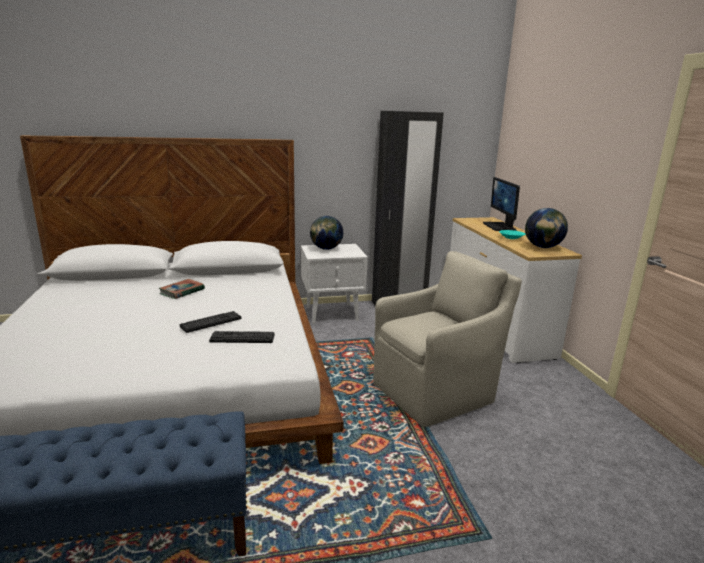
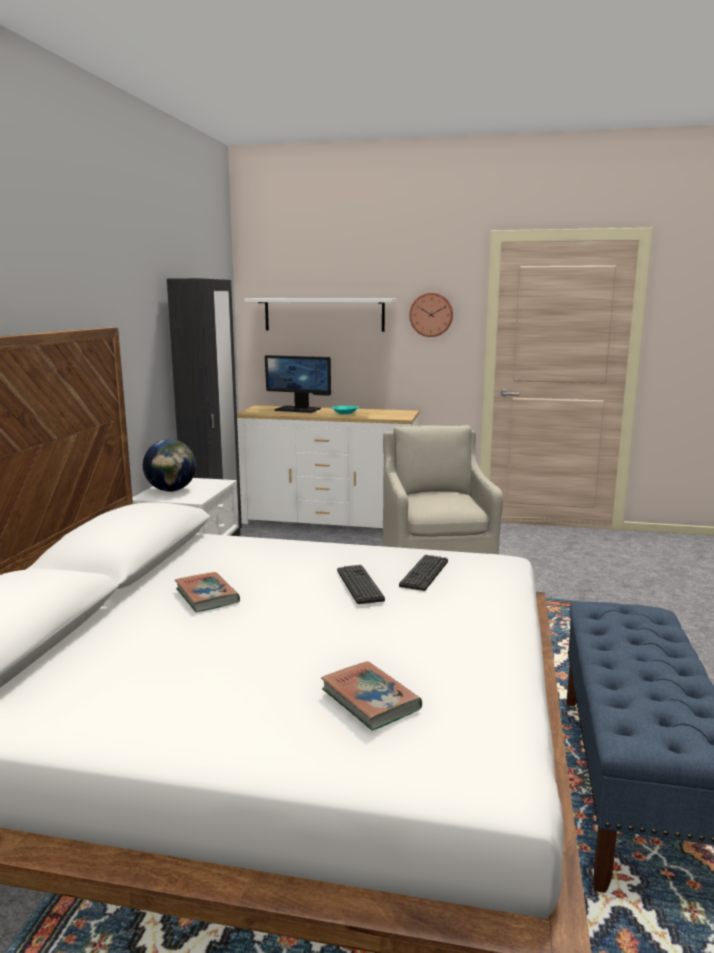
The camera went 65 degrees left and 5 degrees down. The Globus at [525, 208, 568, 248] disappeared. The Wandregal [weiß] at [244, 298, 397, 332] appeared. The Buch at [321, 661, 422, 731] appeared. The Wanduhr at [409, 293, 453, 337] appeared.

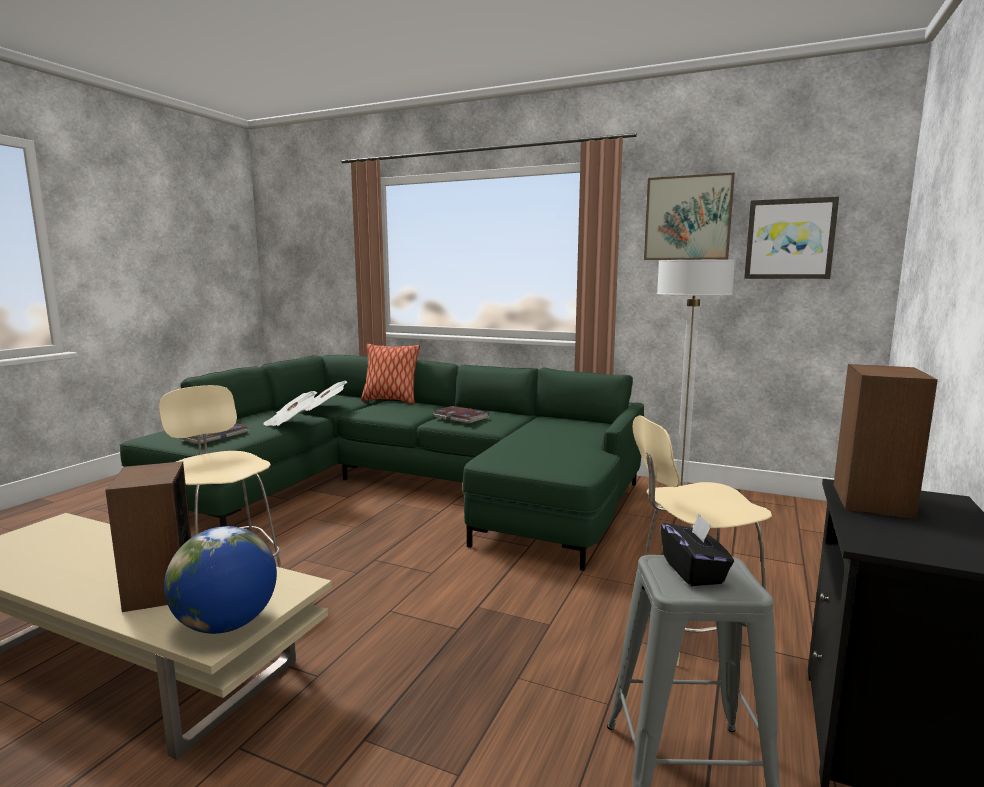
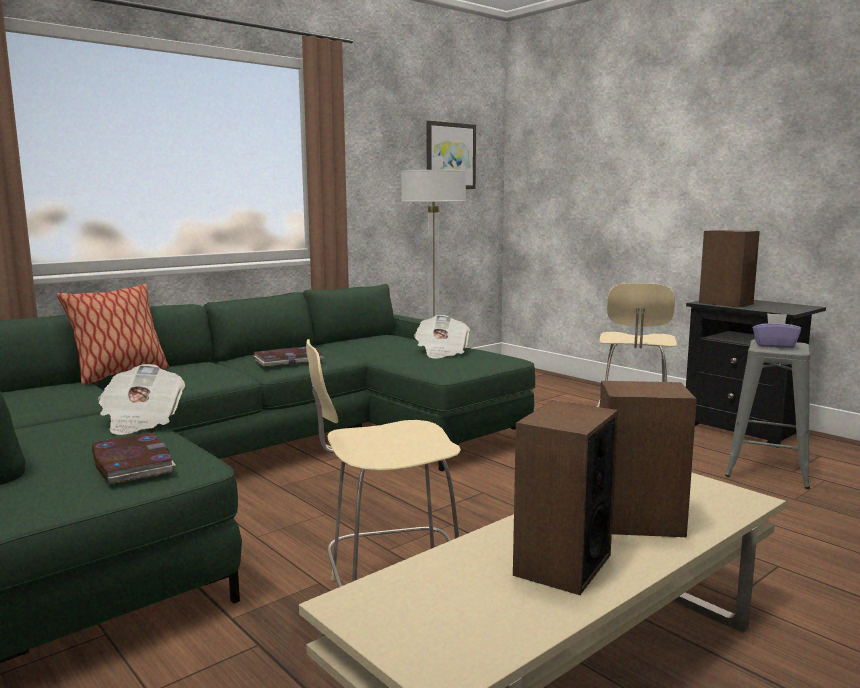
The camera went 65 degrees left and 0 degrees up. The Globus at [164, 526, 277, 634] disappeared. The Zeitung moved from [303, 381, 347, 411] to [414, 315, 470, 358]. The Bild at [644, 173, 735, 260] disappeared. The Taschentuchbox [schwarz] at [661, 514, 734, 586] became the Taschentuchbox [lila] at [753, 313, 801, 348]. The Lautsprecher at [513, 400, 618, 595] appeared.

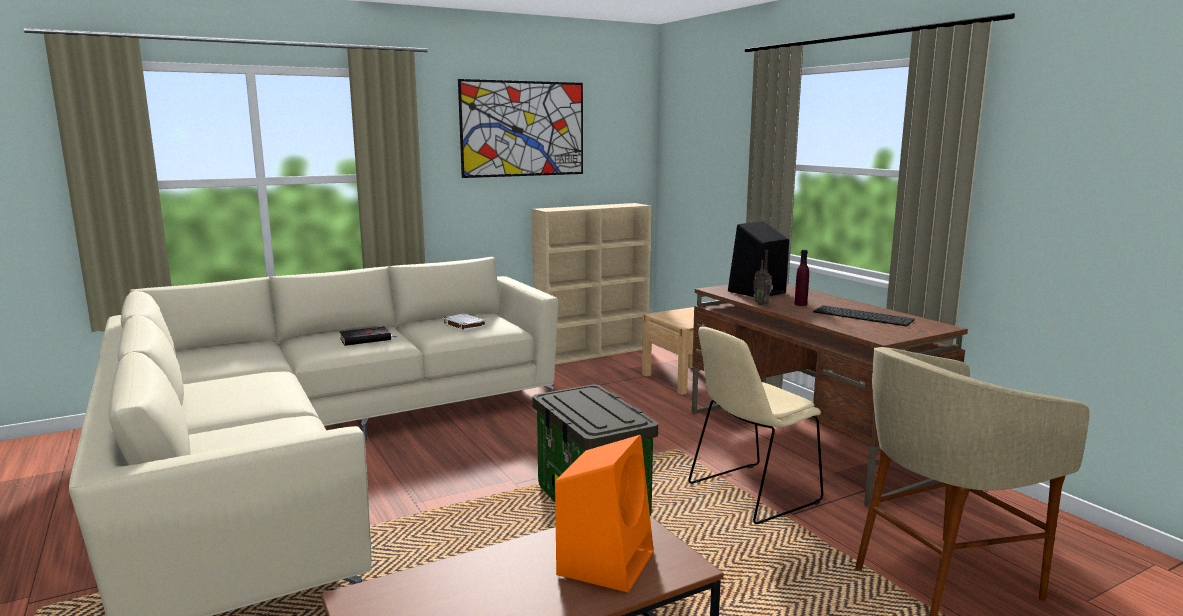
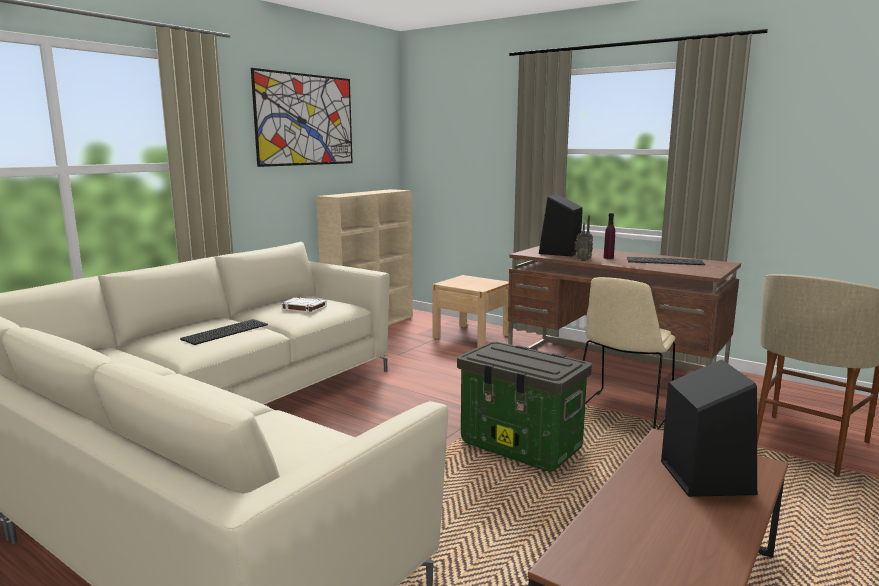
The camera went 25 degrees left and 0 degrees up. The Buch [schwarz] at [340, 326, 397, 346] was replaced by the Tastatur at [180, 319, 268, 345]. The Lautsprecher [orange] at [555, 435, 654, 593] became the Lautsprecher [schwarz] at [661, 359, 757, 497].

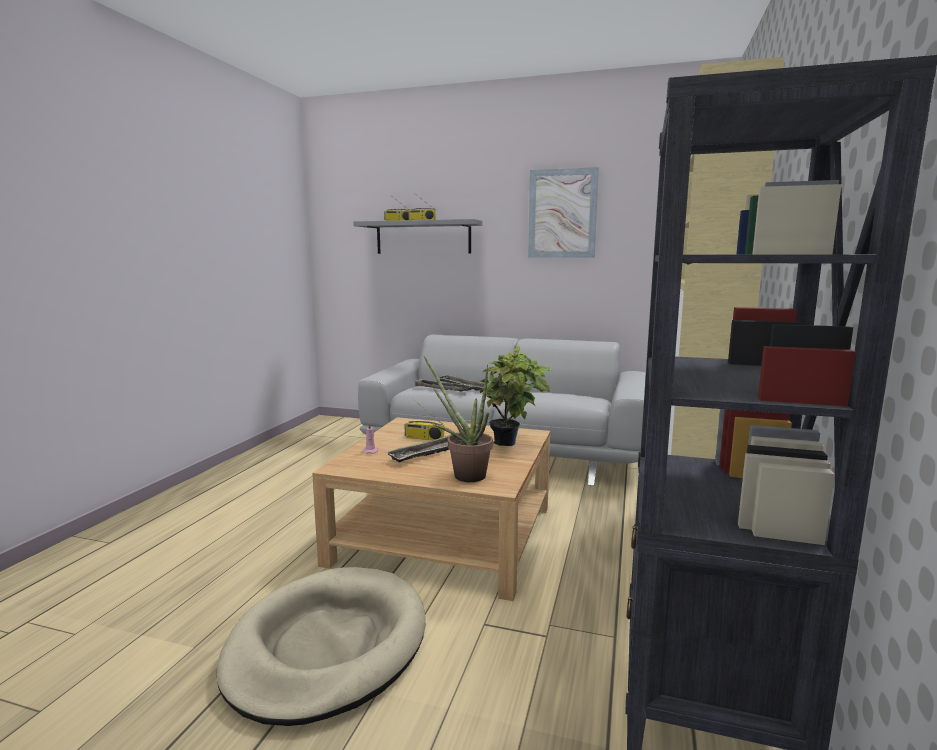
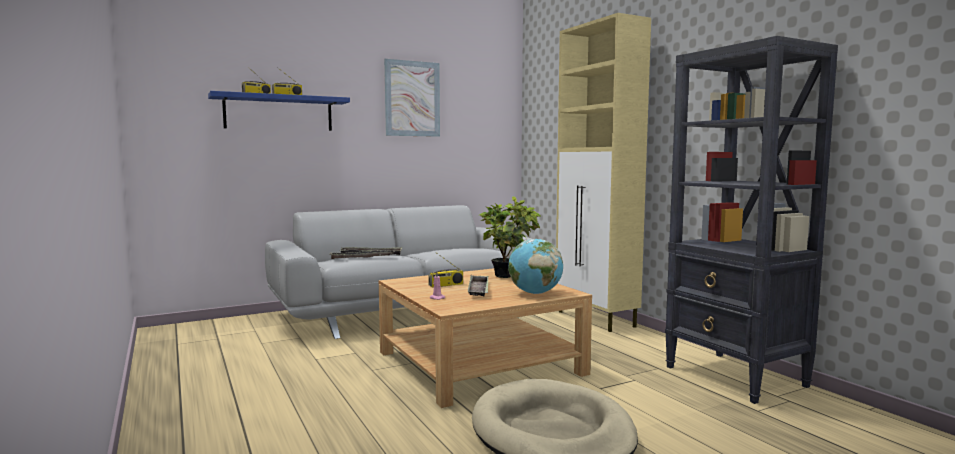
The camera went 45 degrees left and 5 degrees down. The Wandregal [grau] at [353, 219, 483, 254] became the Wandregal [blau] at [208, 91, 350, 131]. The Topfpflanze at [424, 356, 493, 482] was replaced by the Globus at [508, 239, 563, 294].

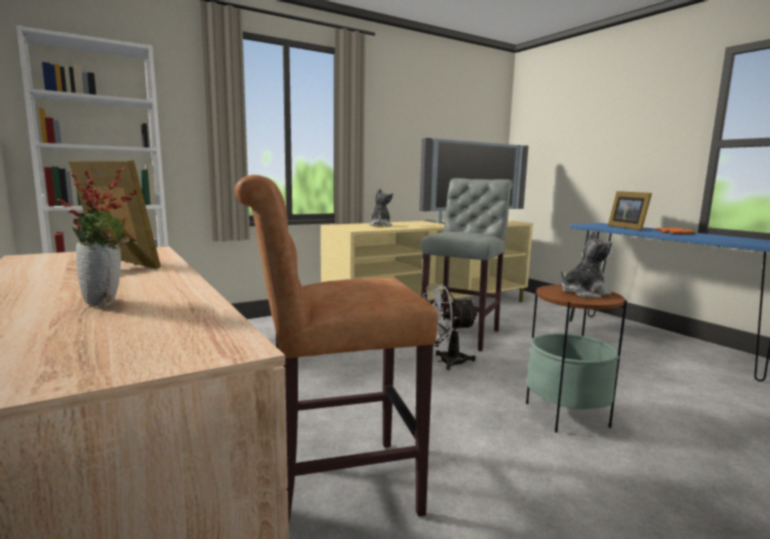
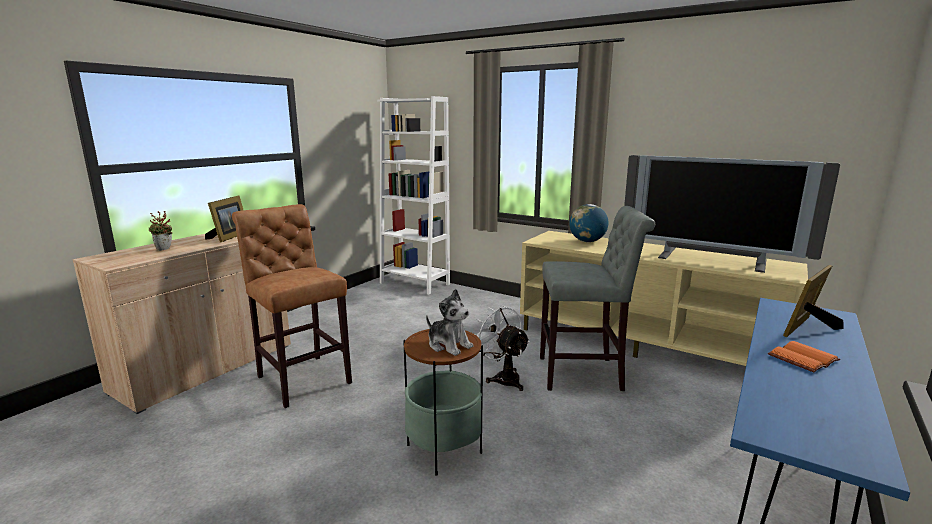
The camera went 65 degrees right and 5 degrees up. The Plüschtier at [369, 188, 393, 226] was replaced by the Globus at [569, 204, 609, 242].

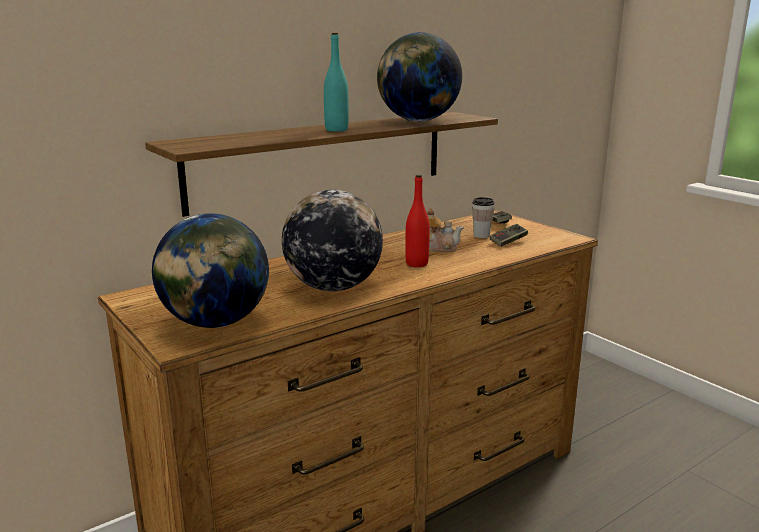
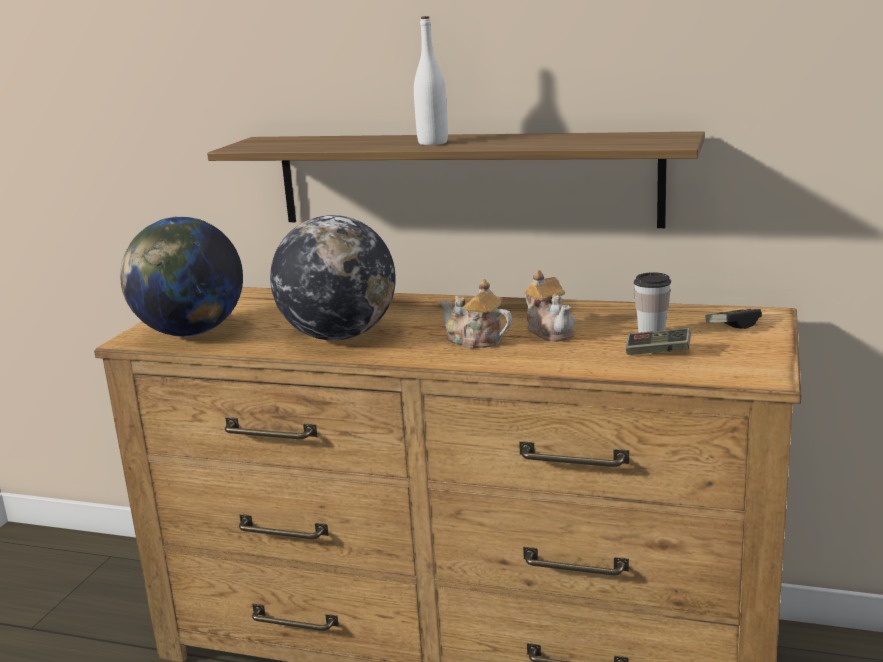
The camera went 55 degrees right and 0 degrees up. The Flasche [türkis] at [324, 33, 349, 132] became the Flasche [weiß] at [414, 16, 448, 145]. The Globus at [377, 32, 462, 122] disappeared. The Flasche [rot] at [405, 175, 430, 267] was replaced by the Teekanne at [440, 279, 512, 349].

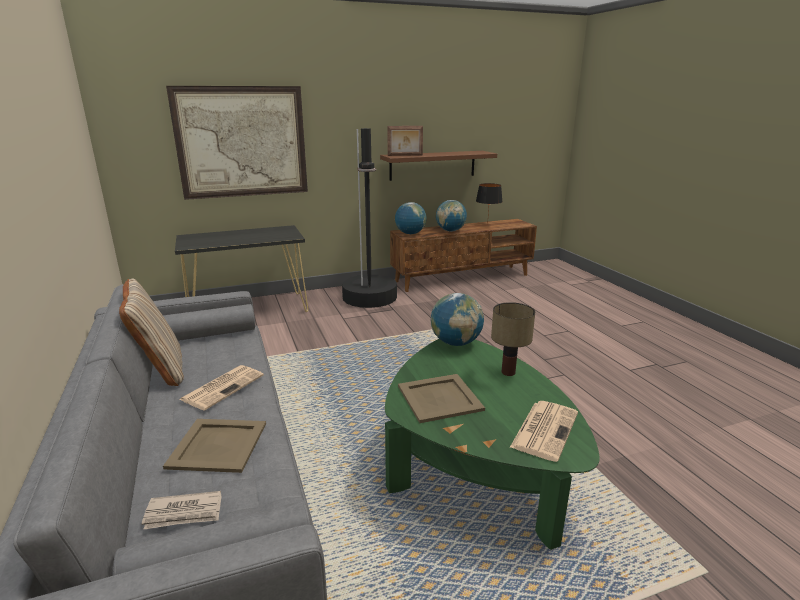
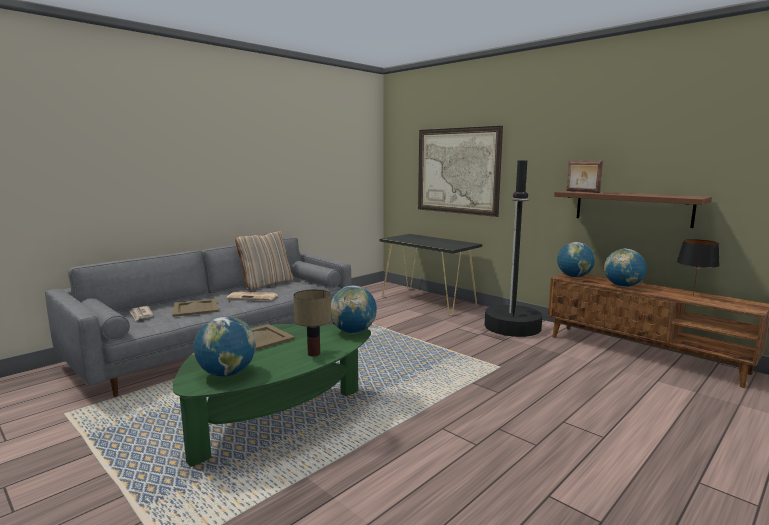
The camera went 65 degrees right and 10 degrees down. The Zeitung at [510, 401, 578, 462] was replaced by the Globus at [194, 316, 256, 376].

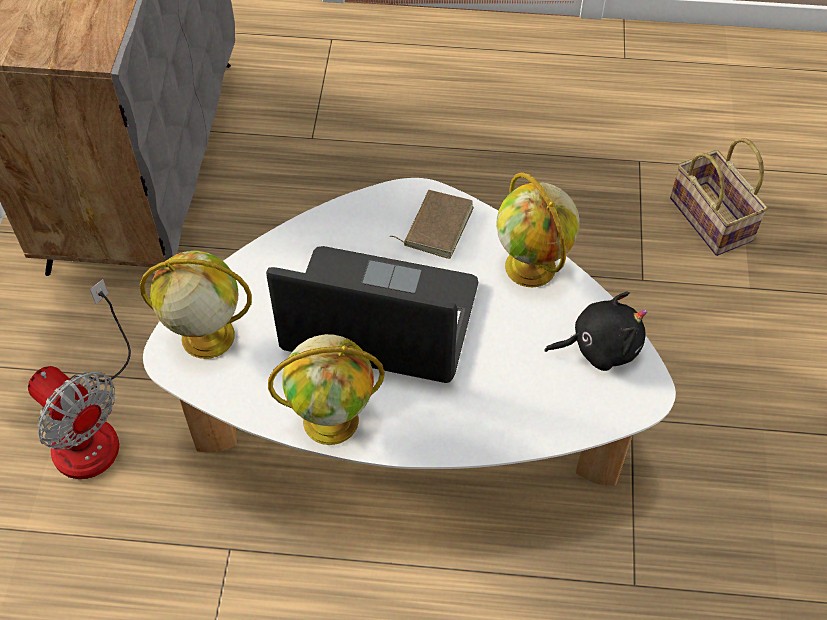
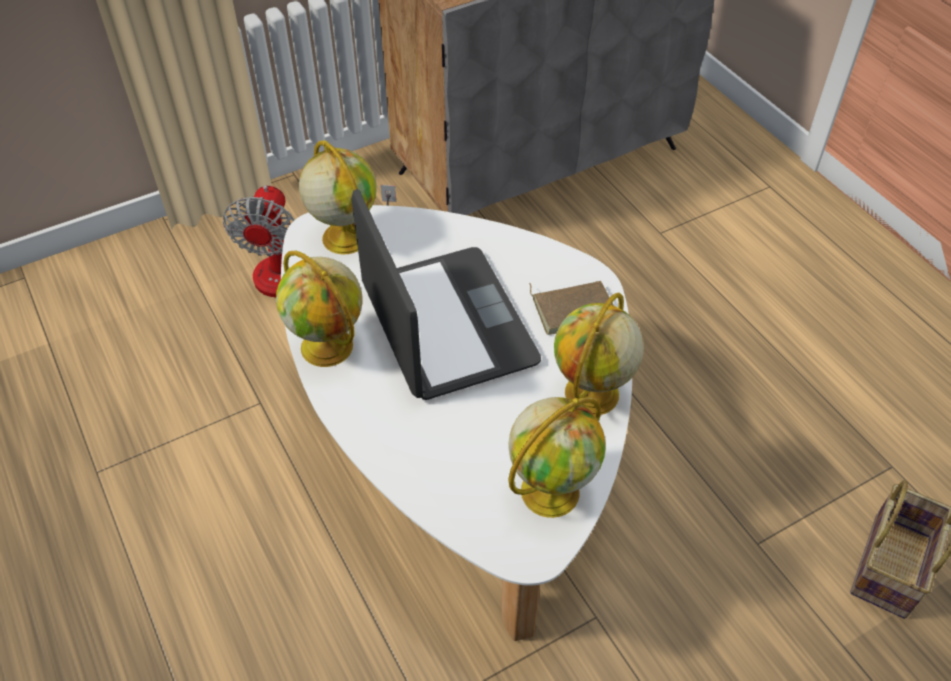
The camera went 55 degrees right and 5 degrees down. The Plüschtier [schwarz] at [545, 292, 647, 371] was replaced by the Globus at [508, 397, 606, 518].

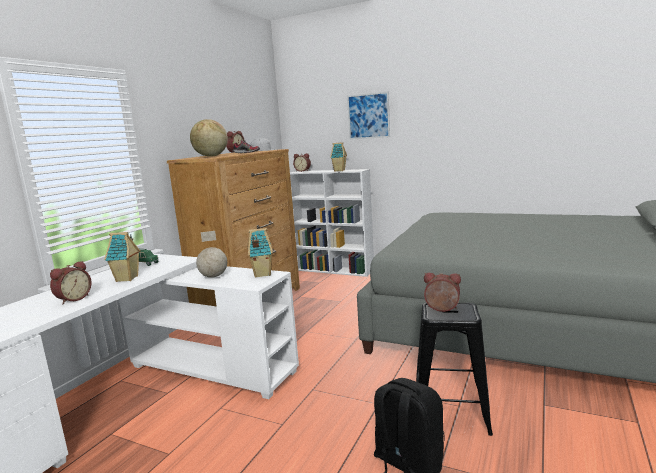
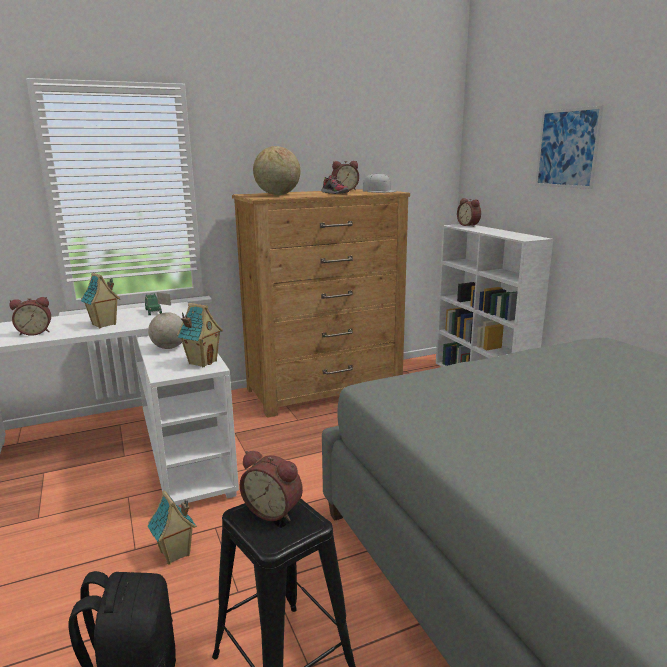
The camera went 40 degrees right and 5 degrees up. The Spielzeughaus moved from [330, 142, 347, 172] to [148, 490, 196, 564]. The Wecker at [424, 273, 461, 312] turned 150 degrees clockwise.

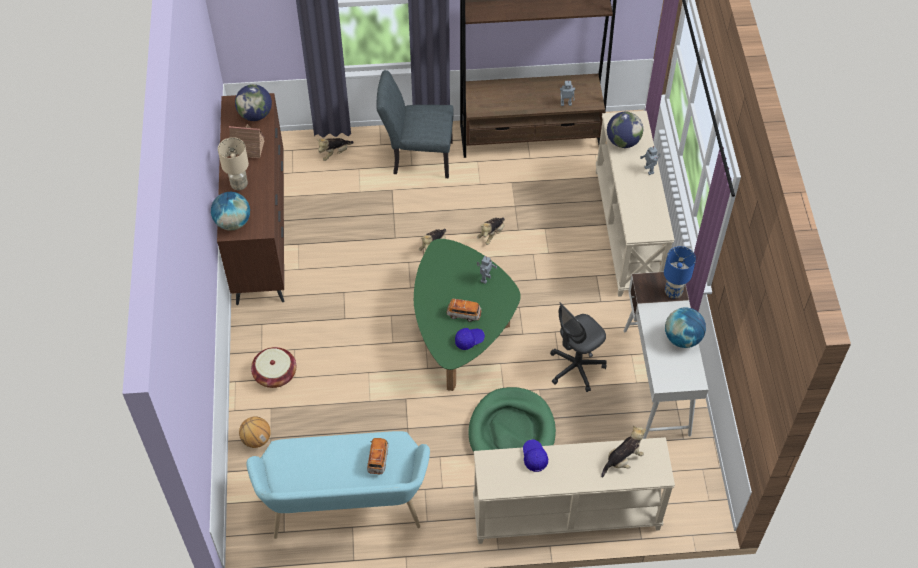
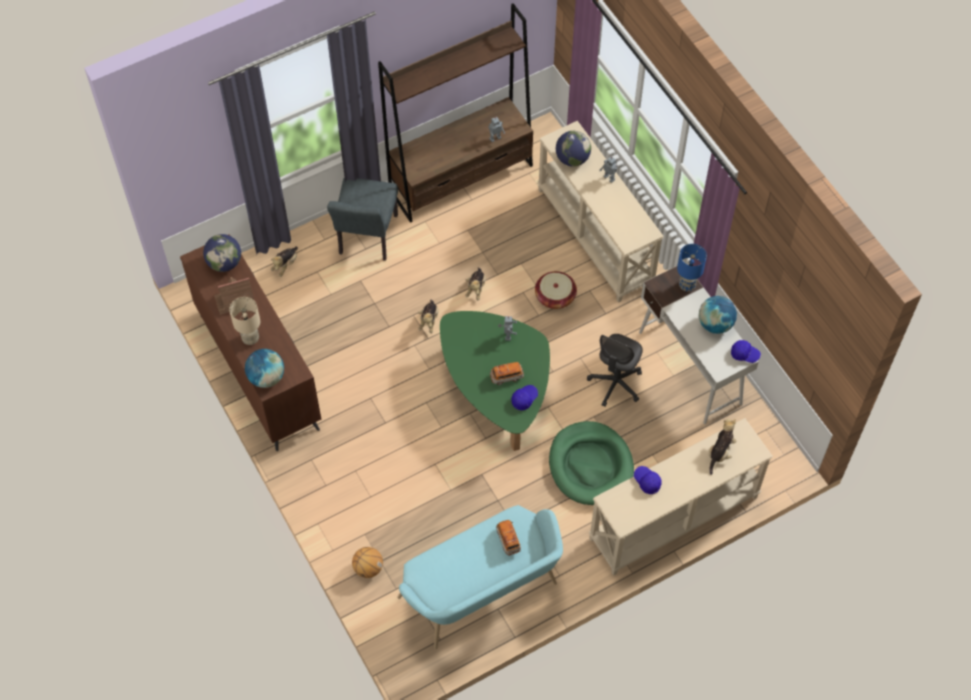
The camera went 25 degrees left and 5 degrees up. The Korb moved from [251, 347, 296, 388] to [535, 271, 577, 309]. The Stuhl [grau] at [376, 70, 454, 178] turned 60 degrees counterclockwise. The Kappe [blau] at [731, 340, 761, 363] appeared.

